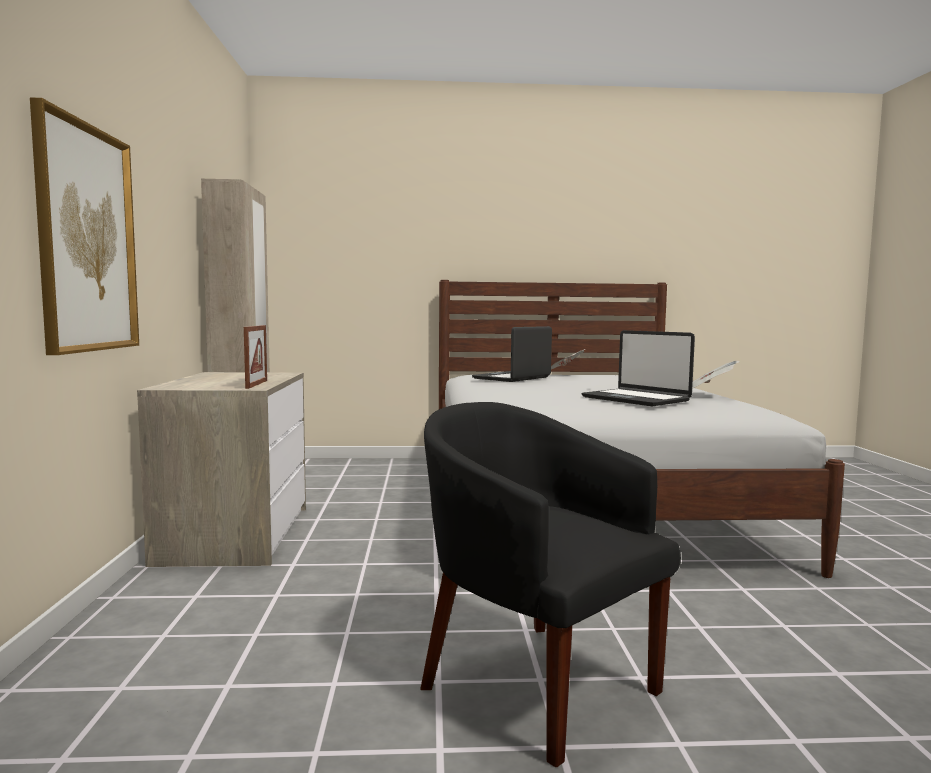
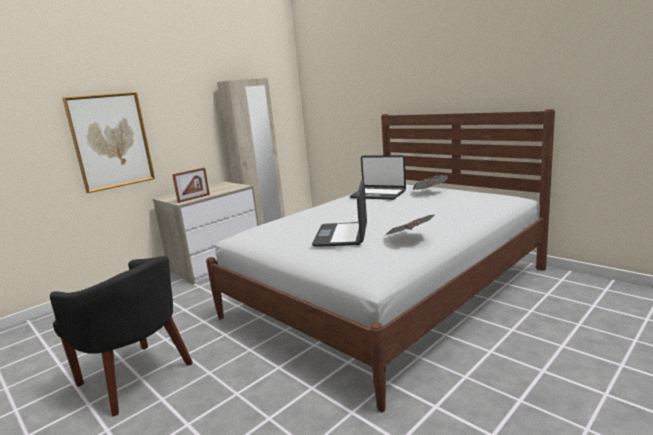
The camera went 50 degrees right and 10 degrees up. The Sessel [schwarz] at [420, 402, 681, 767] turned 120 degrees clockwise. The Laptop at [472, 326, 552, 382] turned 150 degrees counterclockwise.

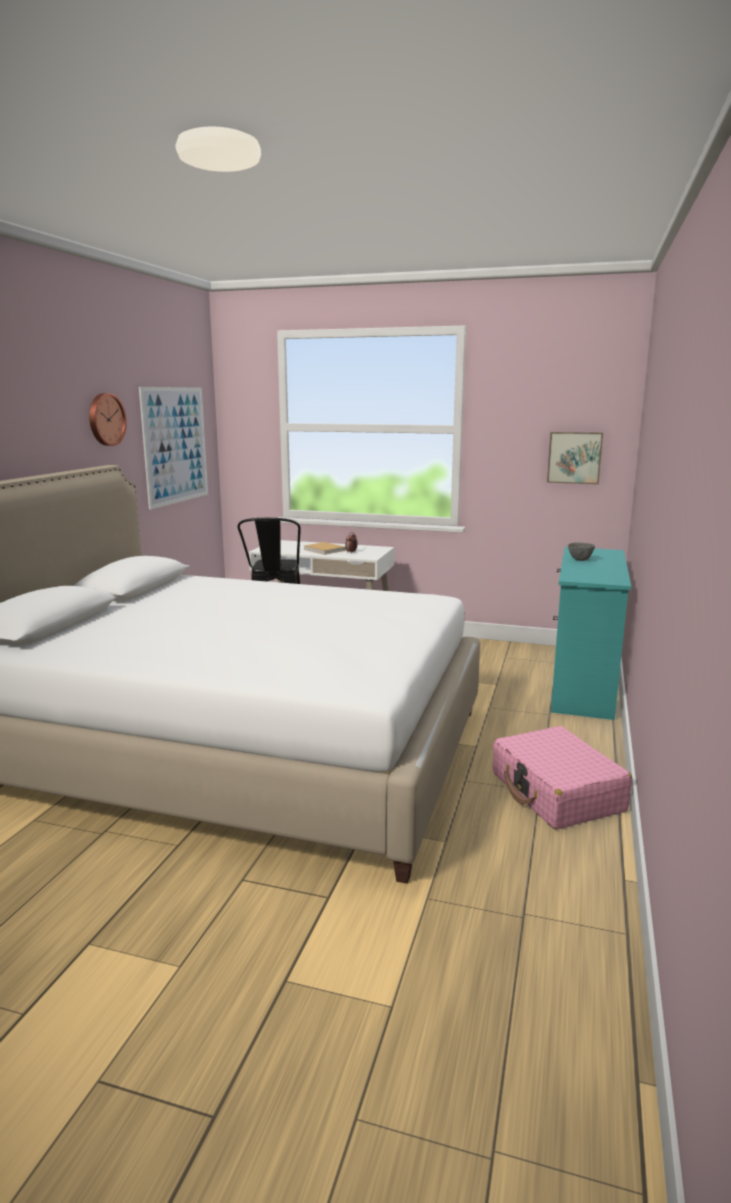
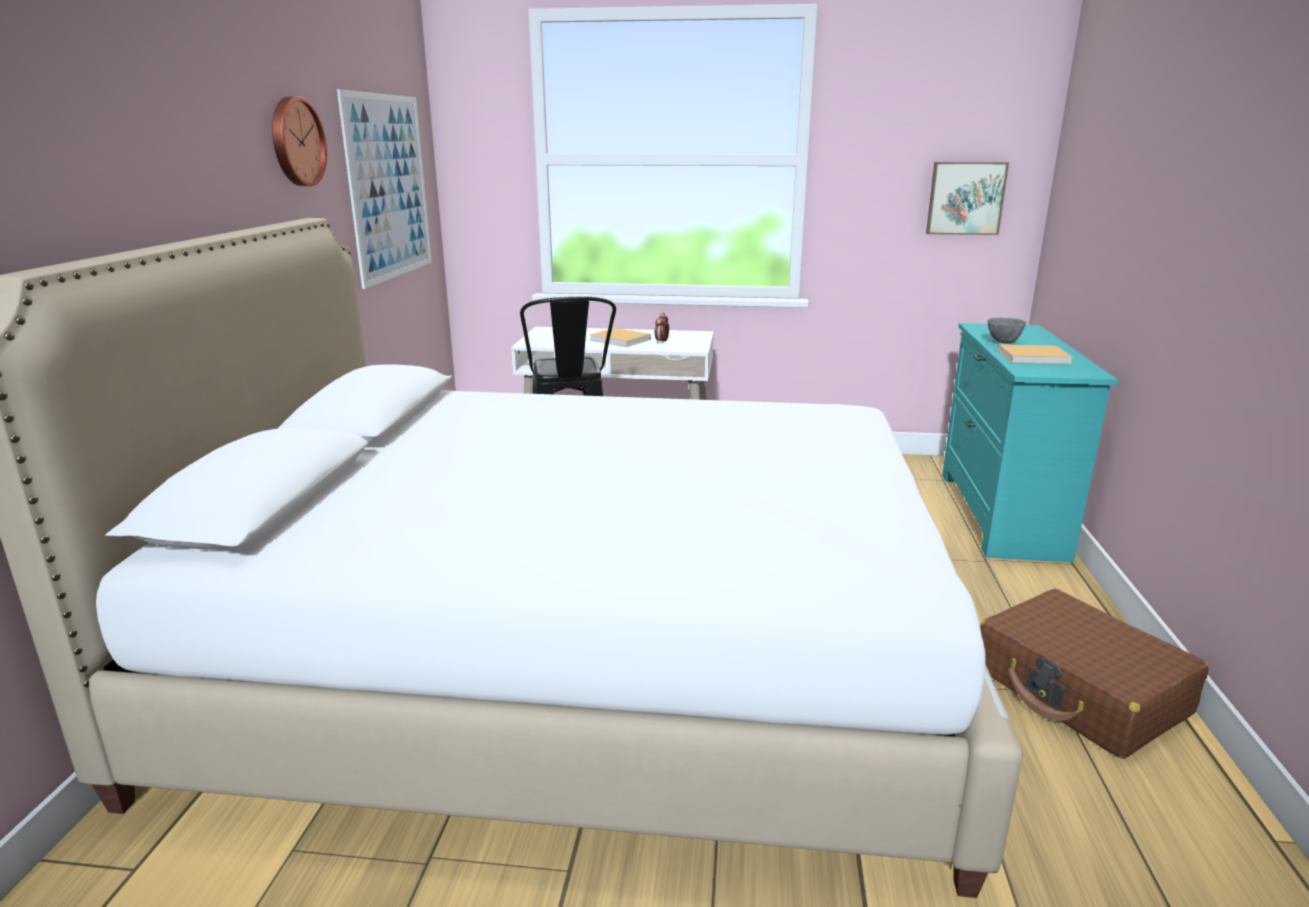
The camera went 10 degrees left and 5 degrees up. The Koffer [rosa] at [493, 726, 632, 829] became the Koffer [braun] at [980, 589, 1209, 759]. The Buch [beige] at [998, 344, 1073, 364] appeared.

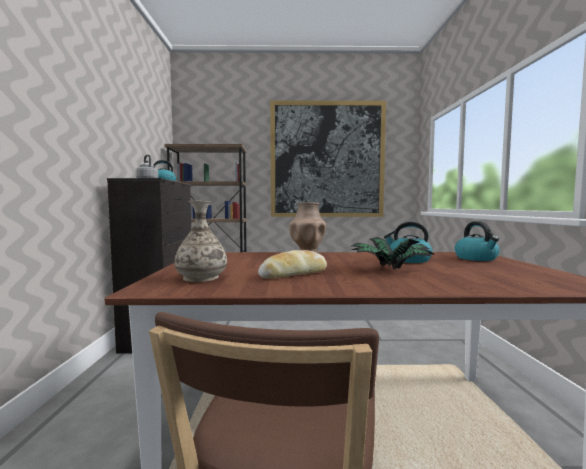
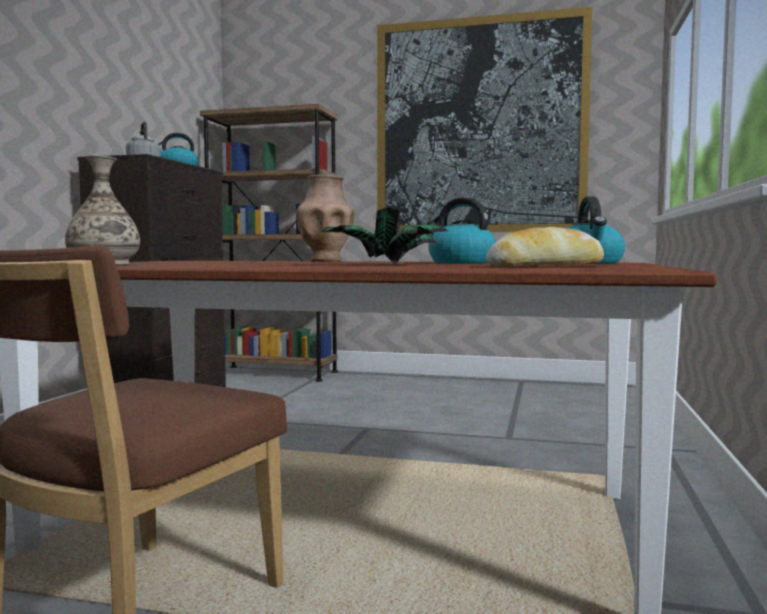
The camera went 15 degrees right and 0 degrees up. The Brot moved from [258, 250, 327, 279] to [486, 227, 604, 267].

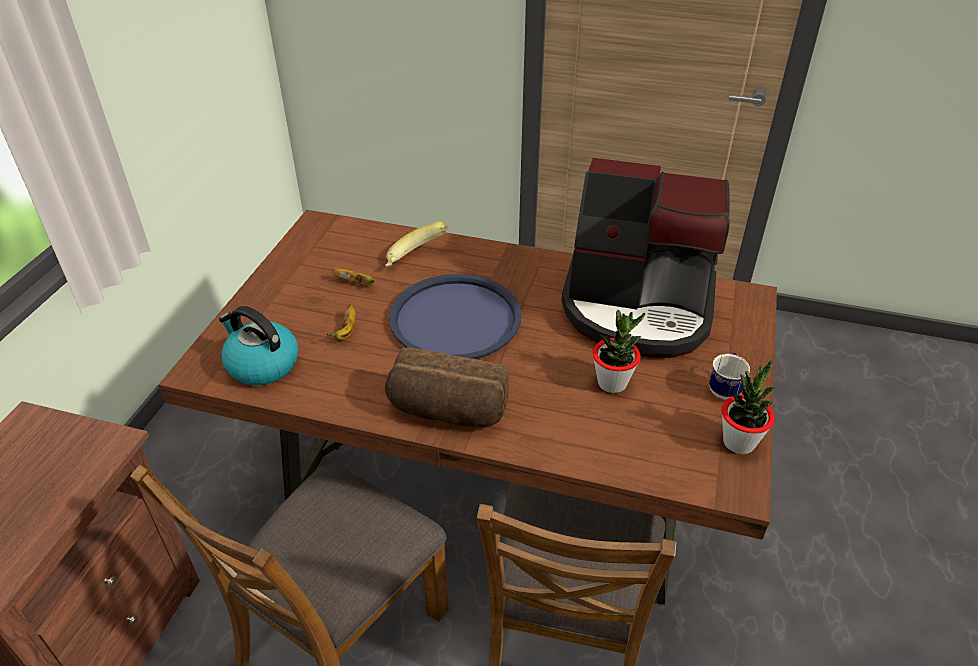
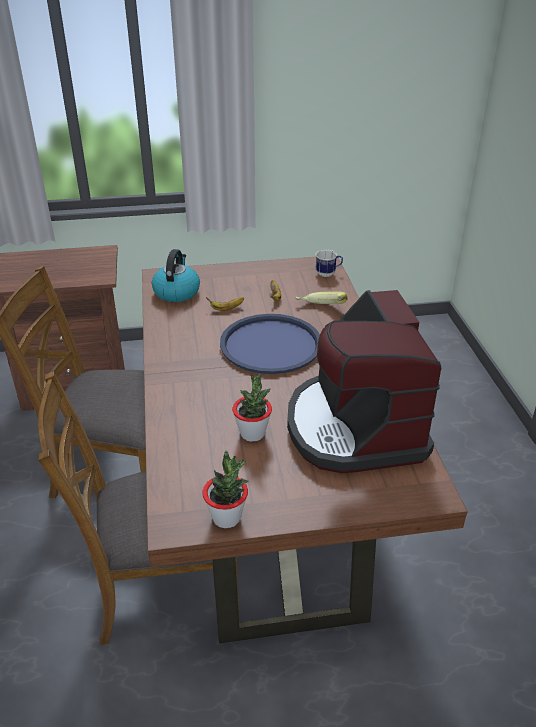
The camera went 65 degrees right and 5 degrees down. The Brot at [385, 347, 509, 427] disappeared. The Henkelbecher moved from [709, 353, 750, 400] to [316, 250, 343, 277].

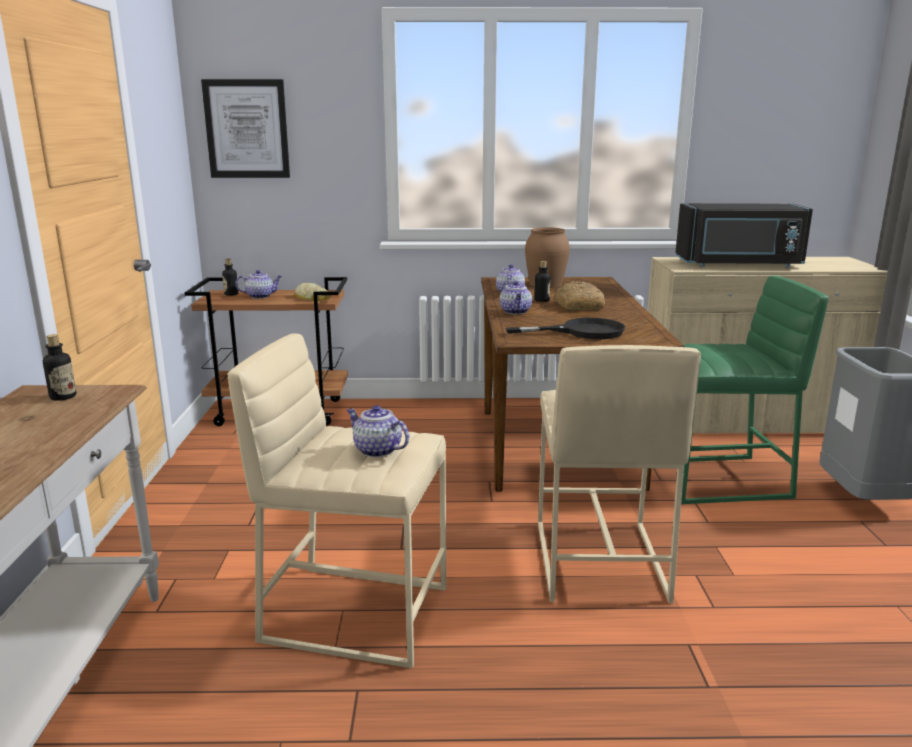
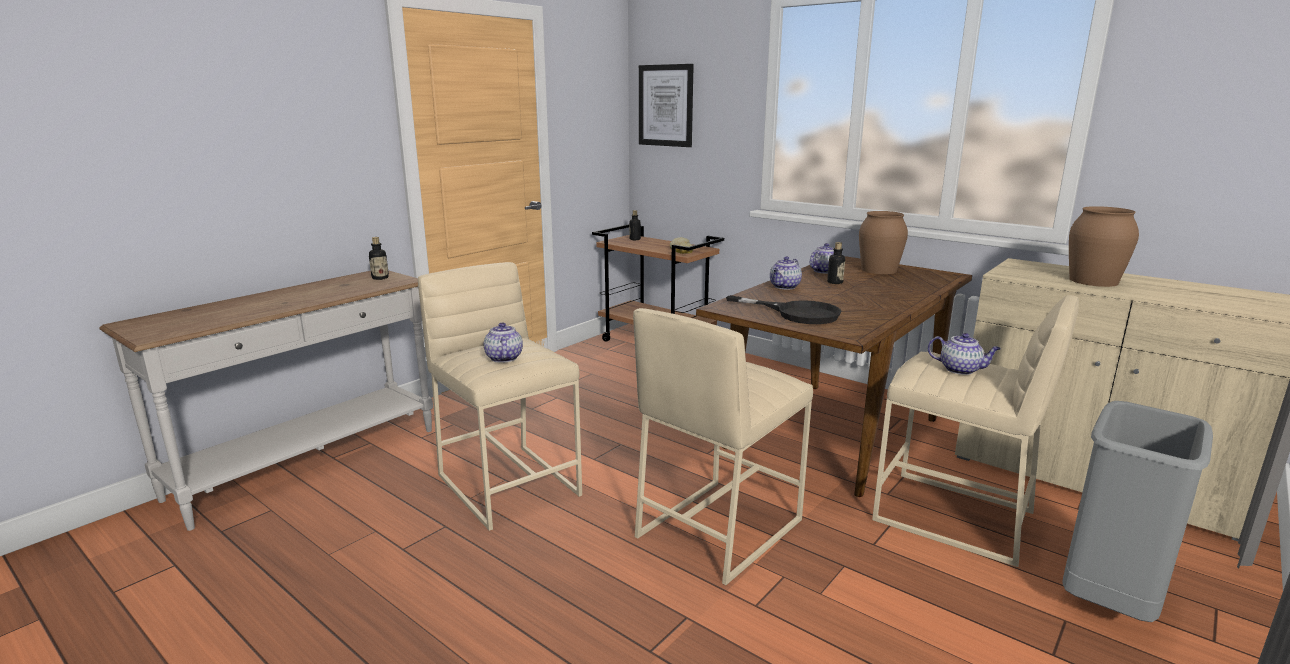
The camera went 40 degrees right and 0 degrees up. The Teekanne moved from [235, 270, 282, 299] to [928, 333, 1001, 375]. The Brot at [554, 281, 605, 310] disappeared. The Mikrowelle [schwarz] at [675, 203, 813, 267] was replaced by the Vase [braun] at [1069, 206, 1139, 287]. The Hocker [grün] at [681, 275, 829, 504] became the Hocker [beige] at [872, 295, 1079, 567].

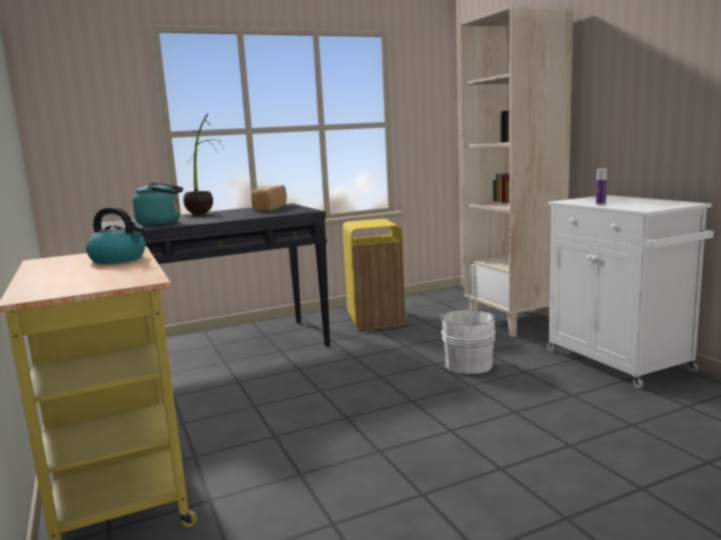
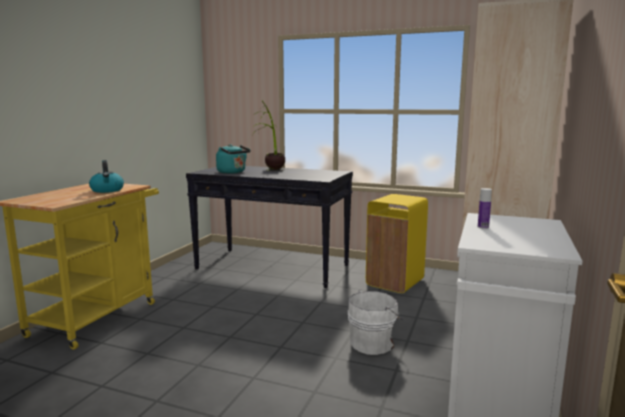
The camera went 45 degrees right and 0 degrees up. The Brot at [251, 185, 287, 211] disappeared.

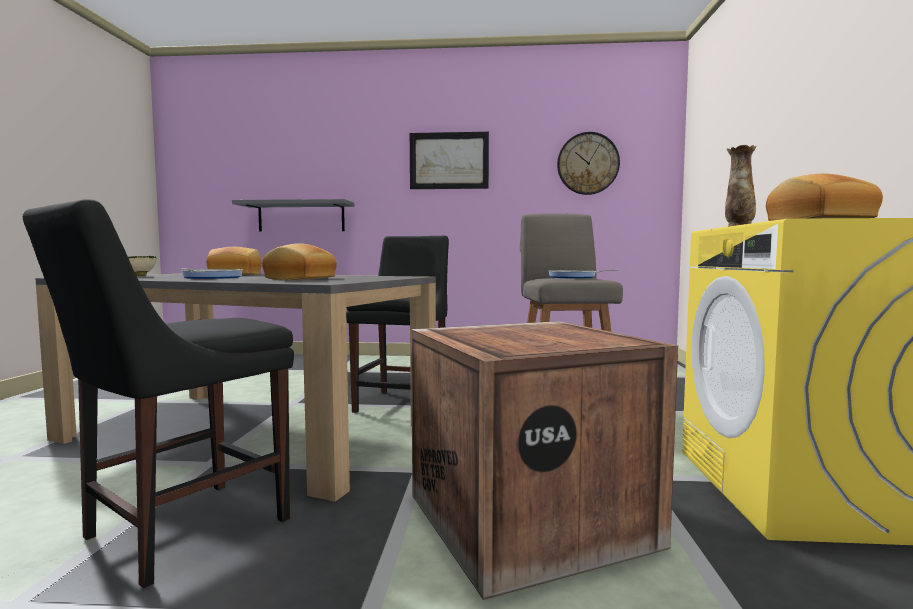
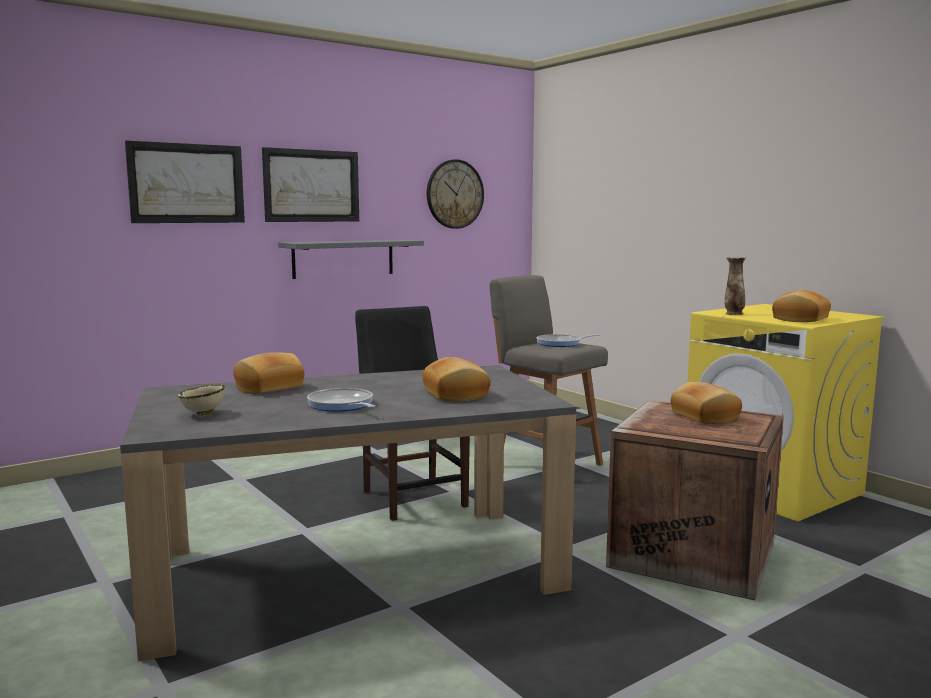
The camera went 40 degrees left and 5 degrees up. The Stuhl [schwarz] at [23, 199, 294, 588] disappeared. The Wandregal [grau] moved from [232, 199, 354, 232] to [278, 239, 424, 279]. The Bild at [125, 140, 245, 223] appeared. The Brot at [671, 382, 742, 424] appeared.

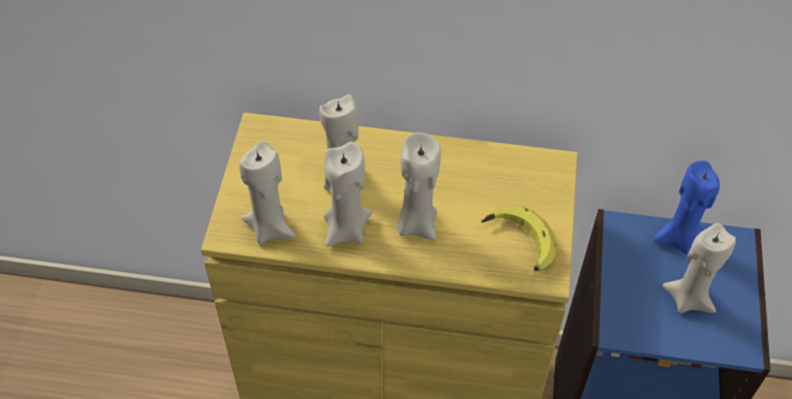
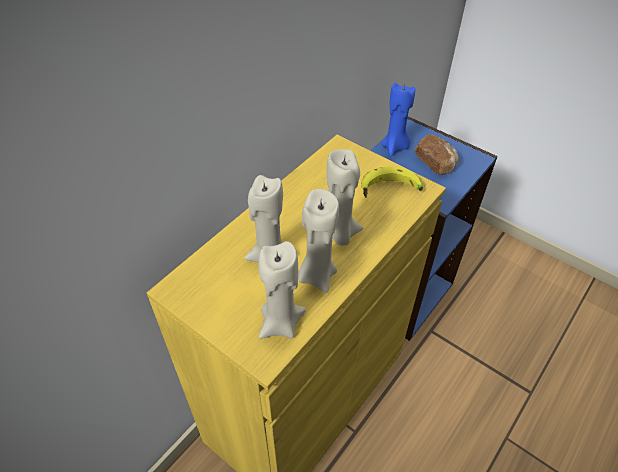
The camera went 60 degrees left and 5 degrees down. The Kerze [beige] at [663, 223, 736, 313] was replaced by the Brot at [415, 134, 459, 175].

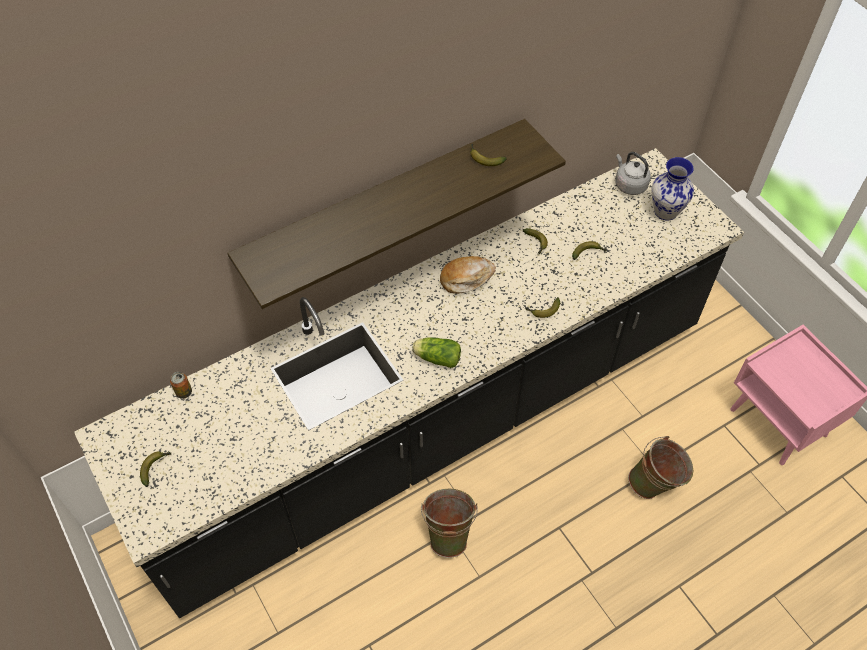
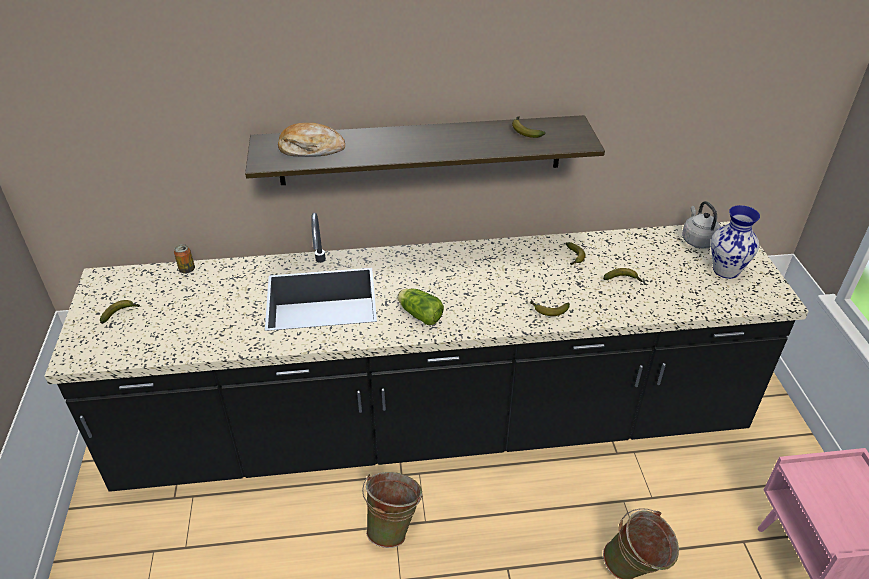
The camera went 25 degrees right and 15 degrees down. The Brot moved from [440, 256, 496, 294] to [278, 123, 345, 157].

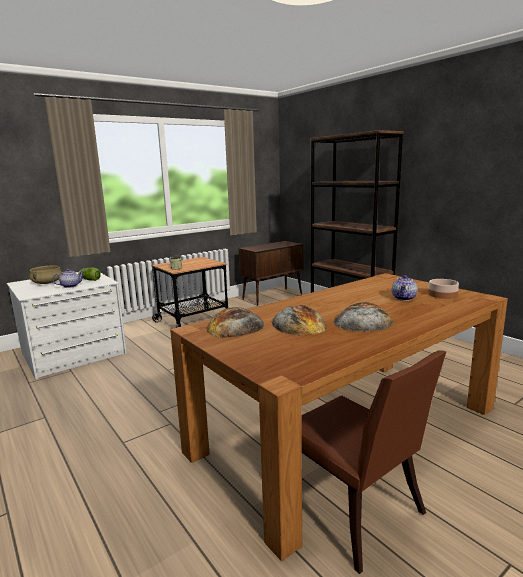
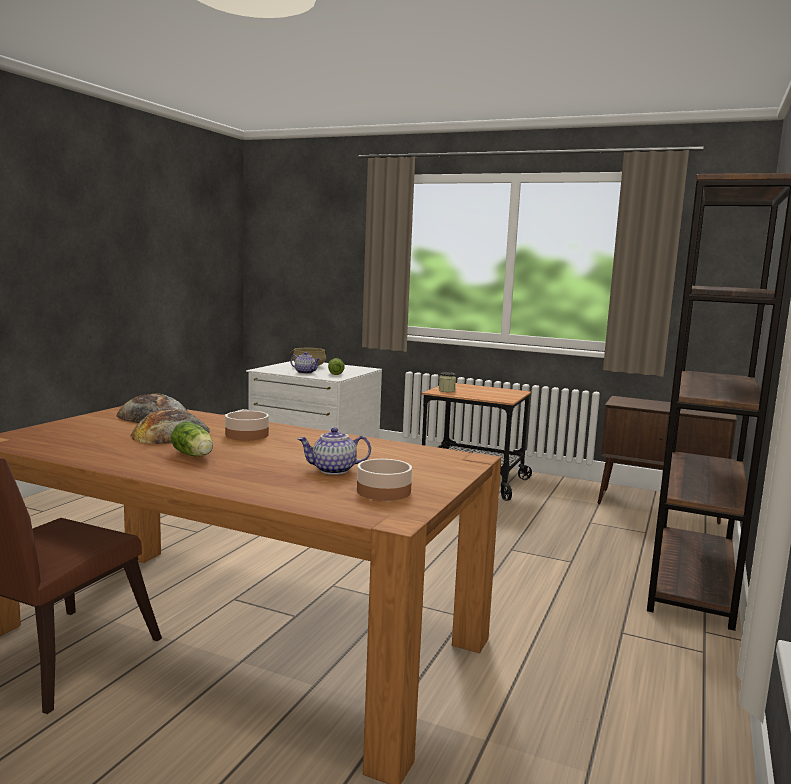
The camera went 60 degrees right and 5 degrees down. The Brot at [333, 302, 394, 332] was replaced by the Salatkopf at [171, 421, 213, 457]. The Schüssel at [225, 411, 269, 440] appeared.

